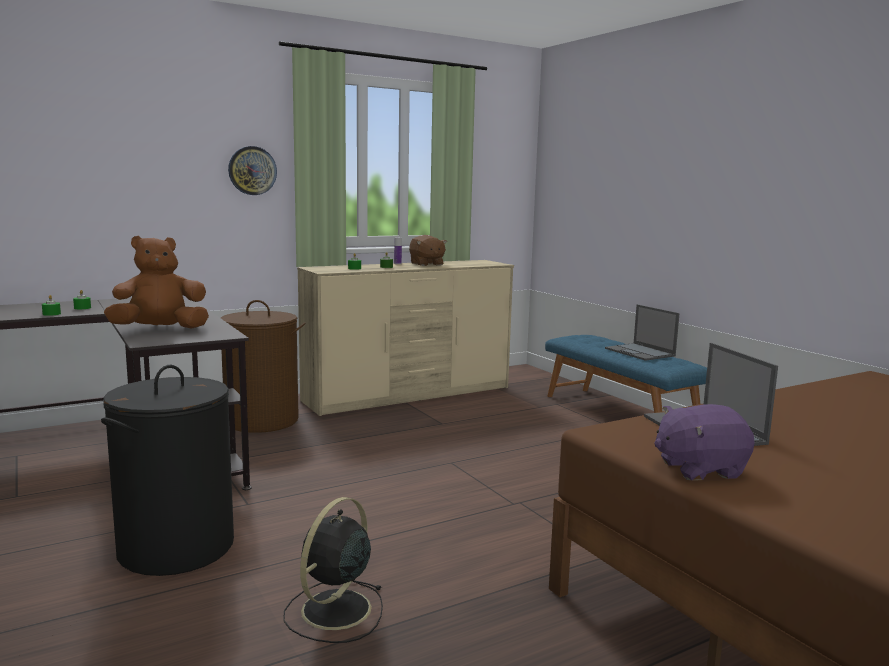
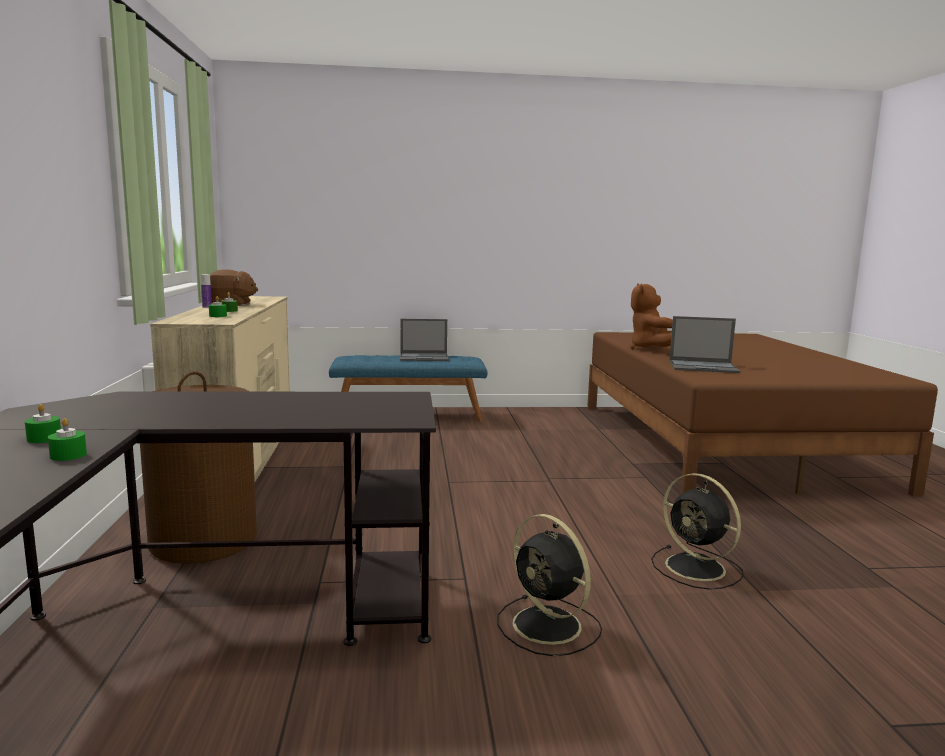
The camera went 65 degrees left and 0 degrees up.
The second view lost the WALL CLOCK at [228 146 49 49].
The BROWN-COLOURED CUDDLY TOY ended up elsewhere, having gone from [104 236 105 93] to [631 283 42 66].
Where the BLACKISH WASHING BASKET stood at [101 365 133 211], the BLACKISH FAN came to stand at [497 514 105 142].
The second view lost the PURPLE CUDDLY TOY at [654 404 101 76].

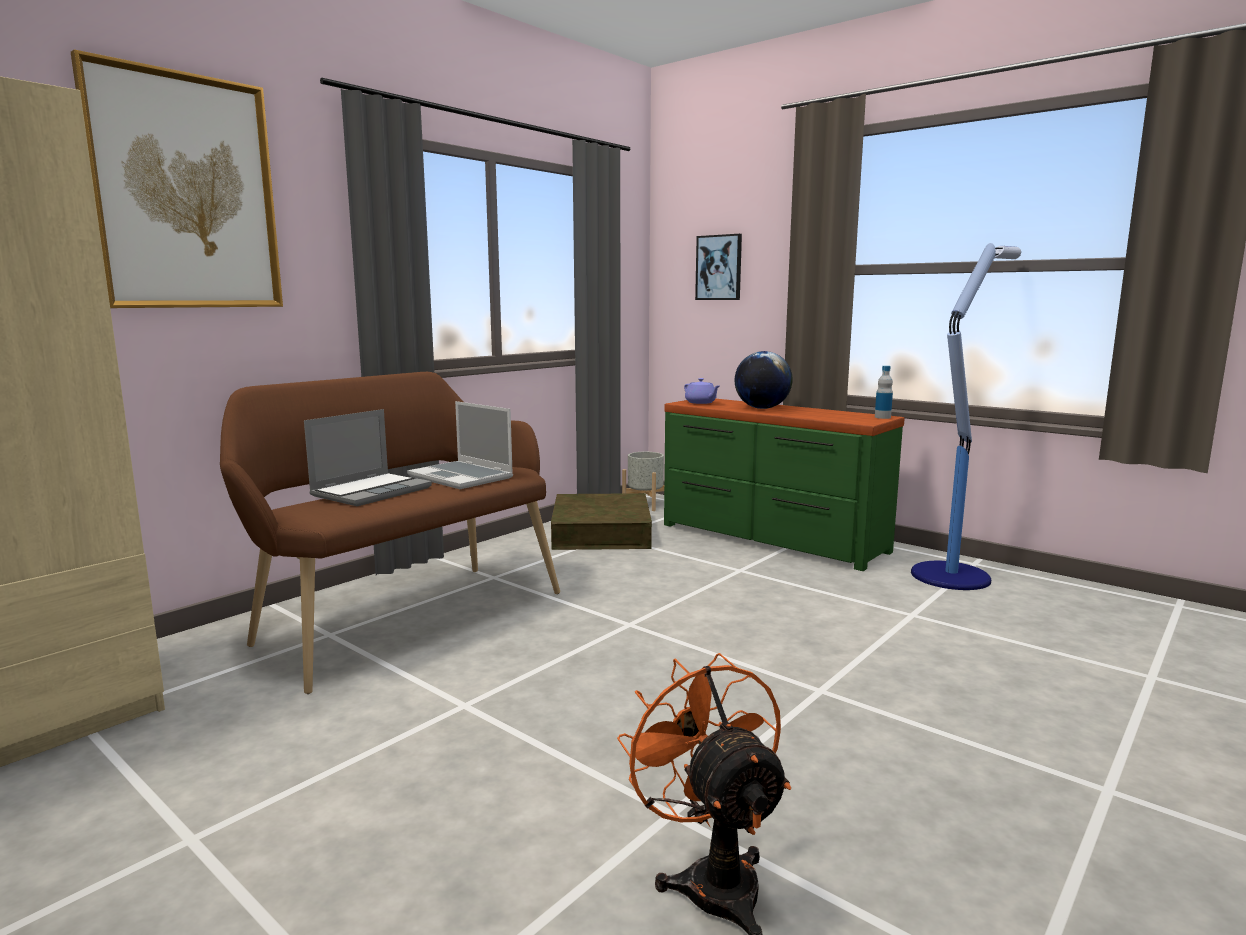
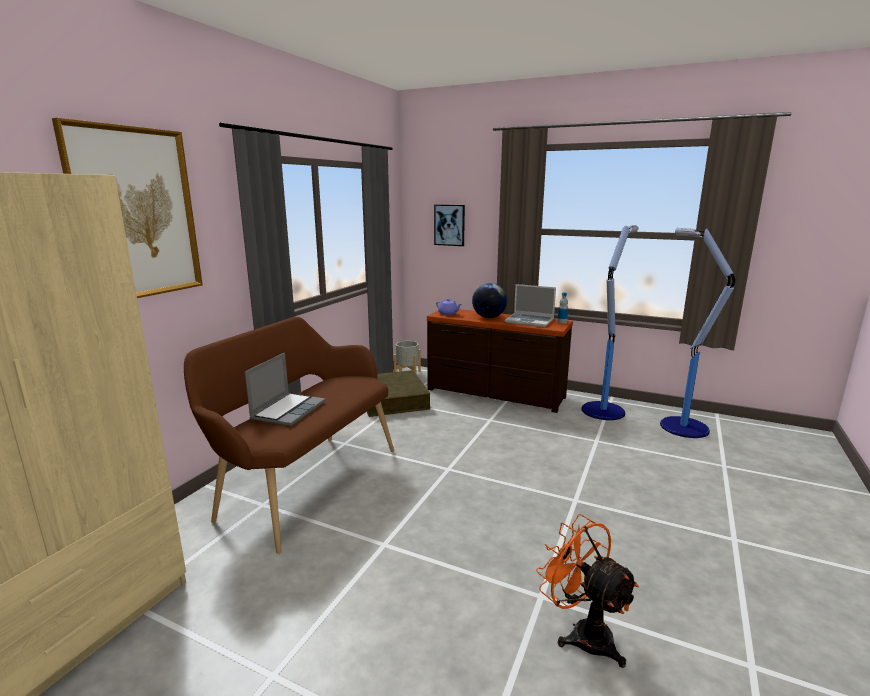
The camera went 15 degrees left and 5 degrees up.
What was the GREEN-COLOURED CHEST OF DRAWERS at [664 399 241 172] turned into the BROWN-COLOURED CHEST OF DRAWERS at [427 309 146 104].
The PORTABLE COMPUTER ended up elsewhere, having gone from [407 401 106 88] to [505 284 51 43].
The second view gained the STANDING LAMP at [660 228 75 210].

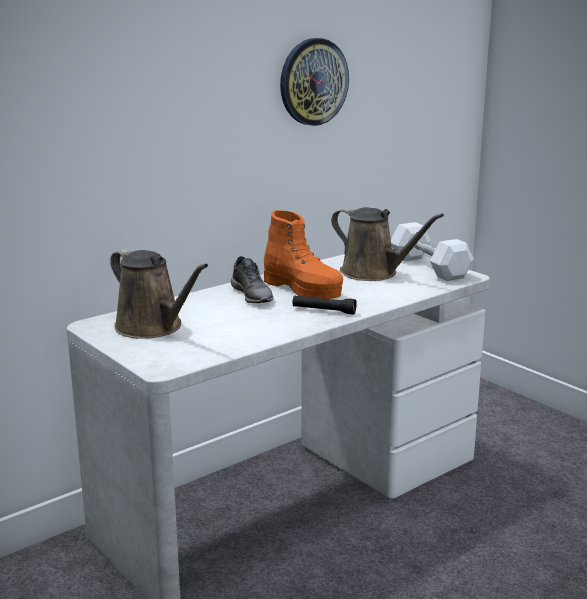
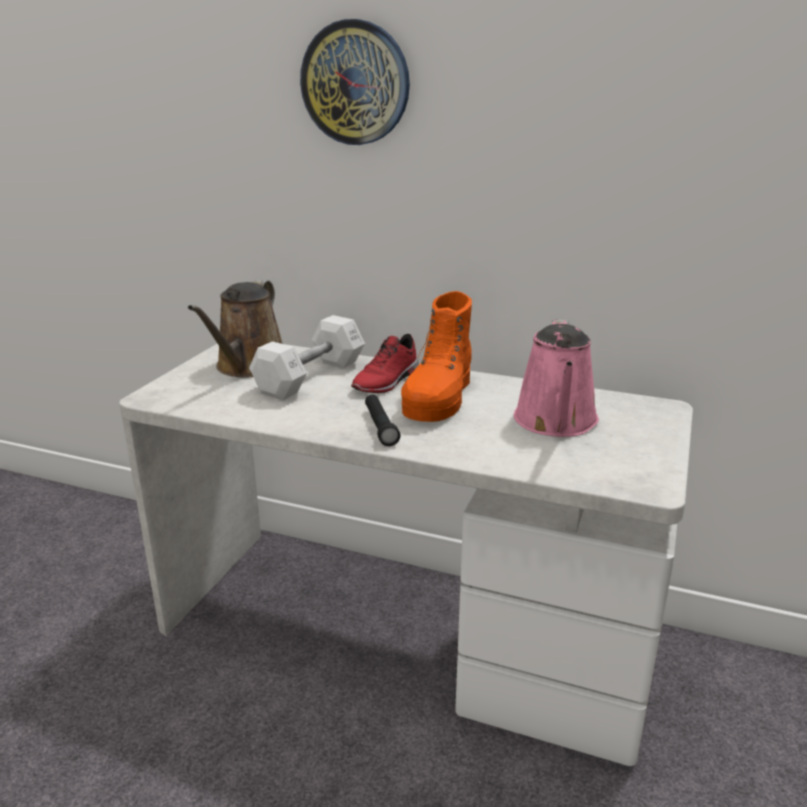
The camera went 60 degrees right and 5 degrees up.
The WALL CLOCK ended up elsewhere, having gone from [280 38 69 88] to [300 19 110 126].
What was the BROWN-COLOURED WATERING POT at [331 207 113 74] turned into the PINK-COLOURED WATERING POT at [514 319 85 118].
The WHITE DUMBBELL ended up elsewhere, having gone from [391 222 83 59] to [249 315 116 85].
What was the GRAY ITEM OF FOOTWEAR at [231 256 42 47] turned into the RED ITEM OF FOOTWEAR at [351 334 68 59].

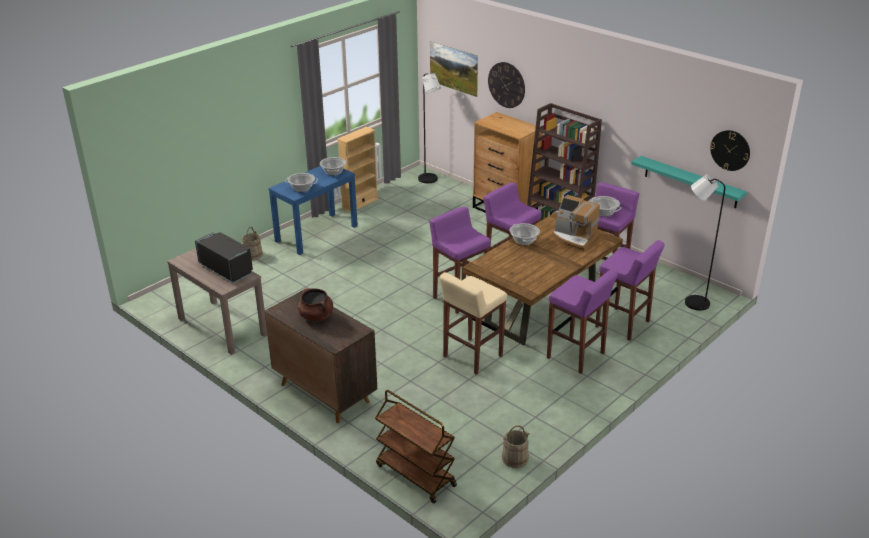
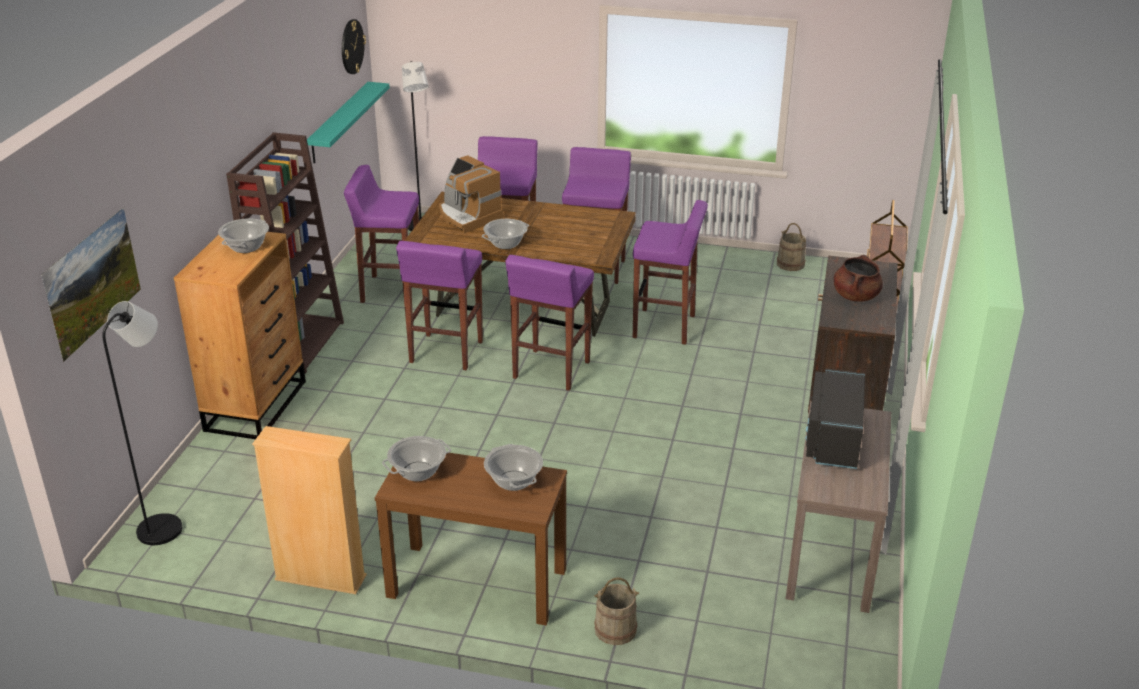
The camera went 120 degrees left and 0 degrees up.
The second view lost the WALL CLOCK at [488 62 37 46].
What was the BLUE NARROW TABLE at [268 166 90 89] turned into the BROWN-COLOURED NARROW TABLE at [375 453 192 173].
The COFFEE MAKER at [552 195 48 57] ended up facing another way, 135 degrees clockwise from before.
The STOCKPOT ended up elsewhere, having gone from [588 196 34 21] to [218 219 51 34].
What was the BEIGE STOOL SEAT at [439 272 68 102] turned into the PURPLE STOOL SEAT at [633 200 75 145].

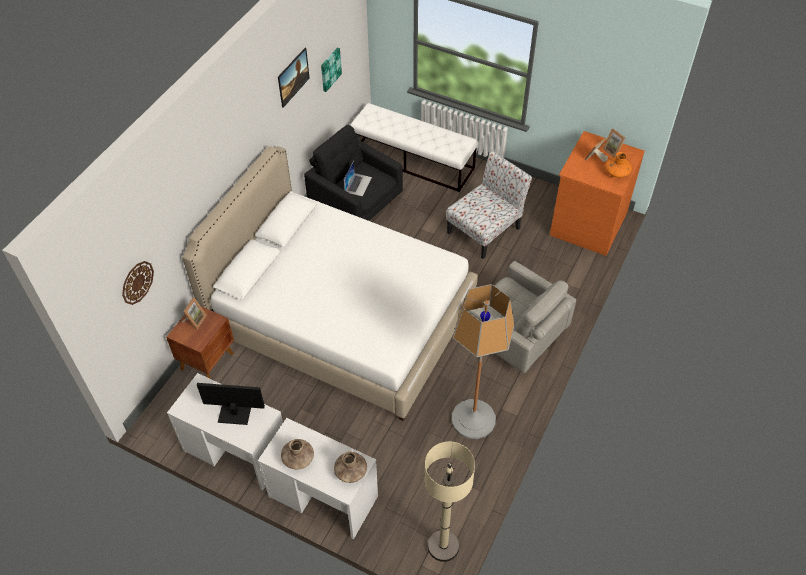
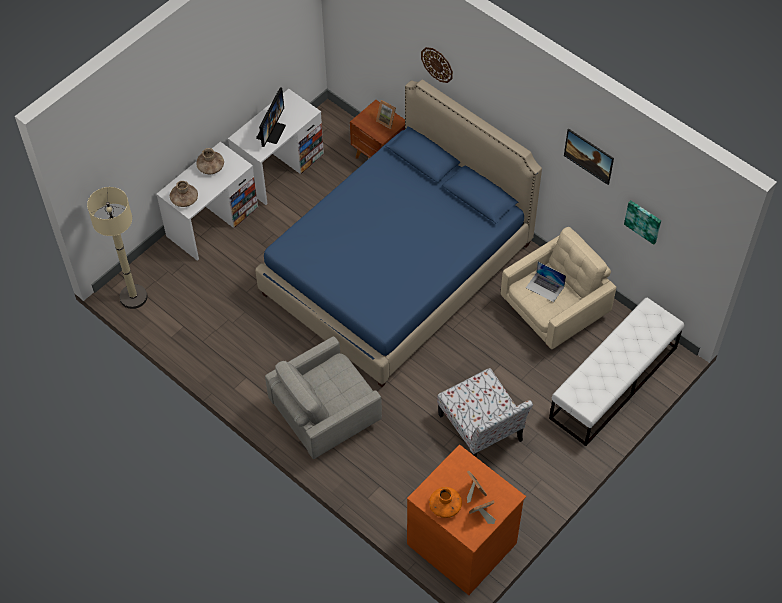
The camera went 105 degrees right and 5 degrees up.
What was the BLACKISH EASY CHAIR at [304 125 99 96] turned into the BEIGE EASY CHAIR at [501 227 115 122].
What was the WHITE BEDROOM BED at [182 146 296 275] turned into the BLUE BEDROOM BED at [255 79 287 308].
The WALL CLOCK ended up elsewhere, having gone from [122 261 32 44] to [421 47 32 36].
The second view lost the STANDING LAMP at [452 284 63 155].

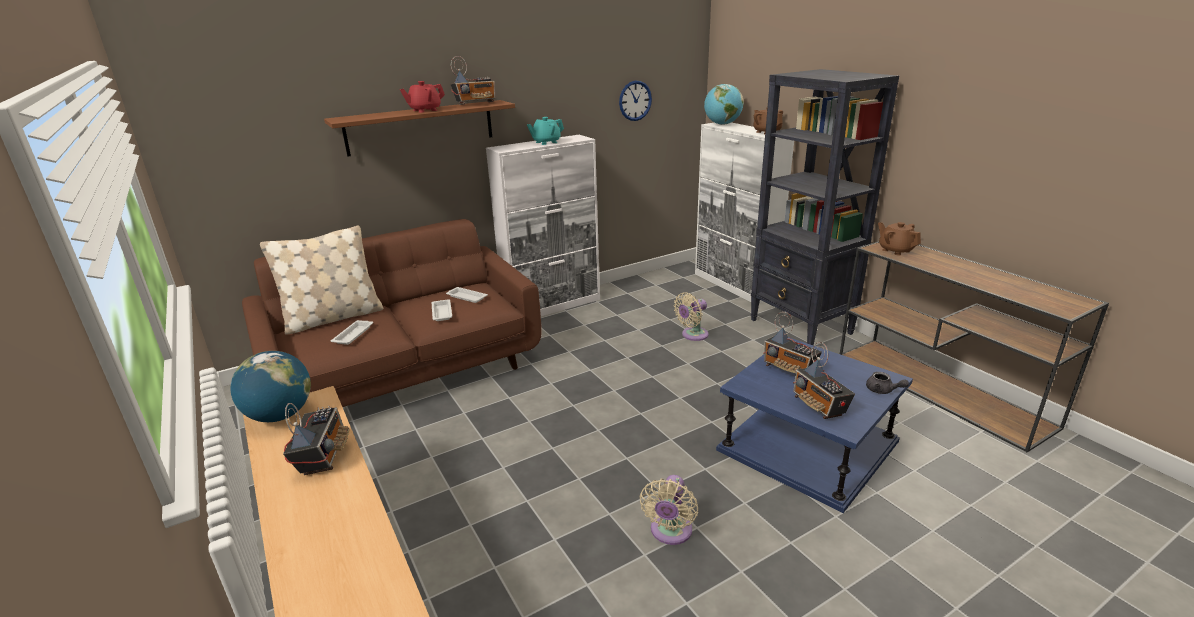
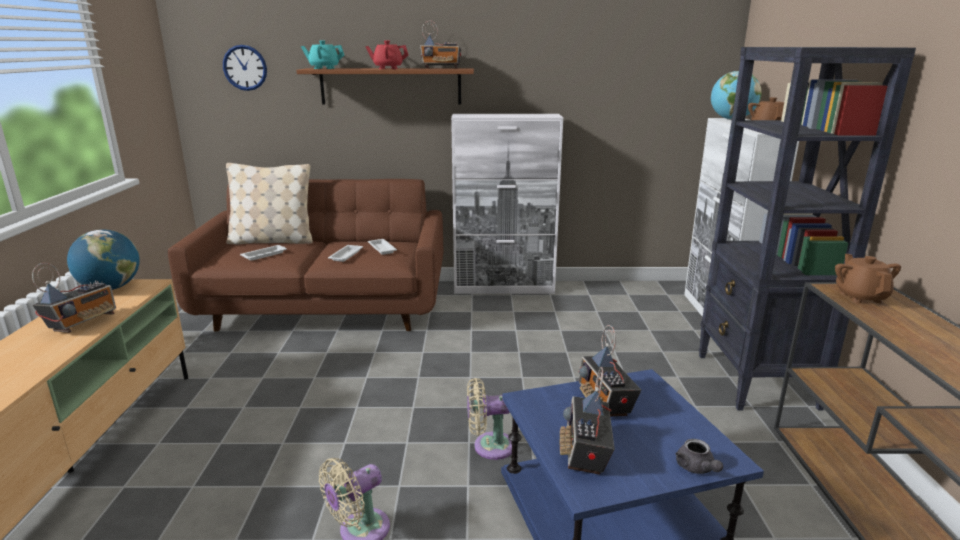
The camera went 30 degrees right and 5 degrees down.
The WALL CLOCK ended up elsewhere, having gone from [619 81 33 40] to [223 45 44 46].
The TURQUOISE POT FOR TEA ended up elsewhere, having gone from [527 117 37 28] to [301 41 43 28].
The BEIGE FAN ended up elsewhere, having gone from [674 292 35 49] to [467 378 45 82].

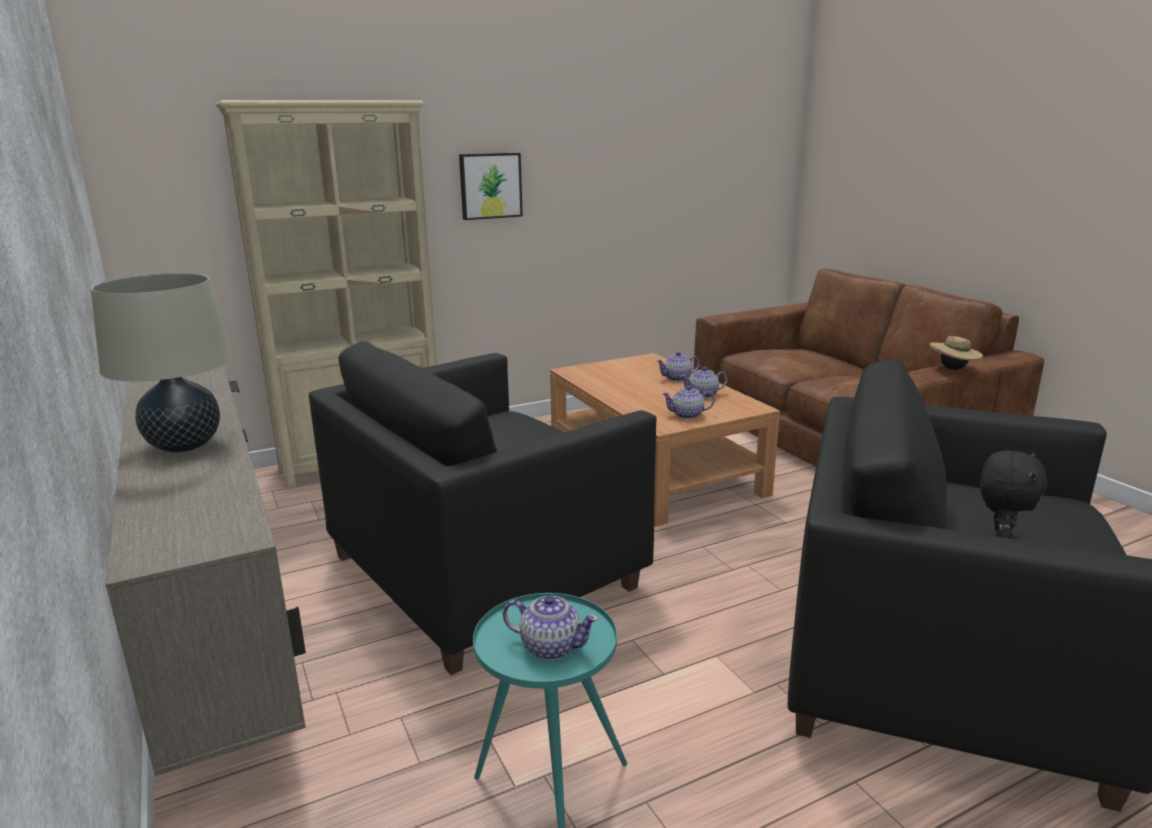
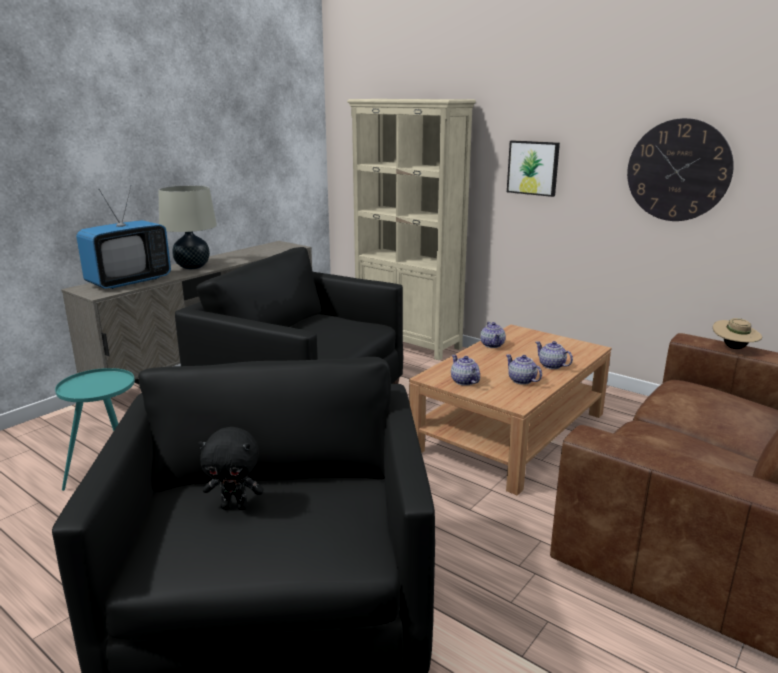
The camera went 65 degrees right and 0 degrees up.
The BEIGE WEARABLE HAT ended up elsewhere, having gone from [929 336 54 34] to [713 318 49 31].
The POT FOR TEA ended up elsewhere, having gone from [503 595 96 65] to [480 322 26 26].
The second view gained the WALL CLOCK at [627 118 107 103].
The second view gained the TV SET at [76 185 95 104].

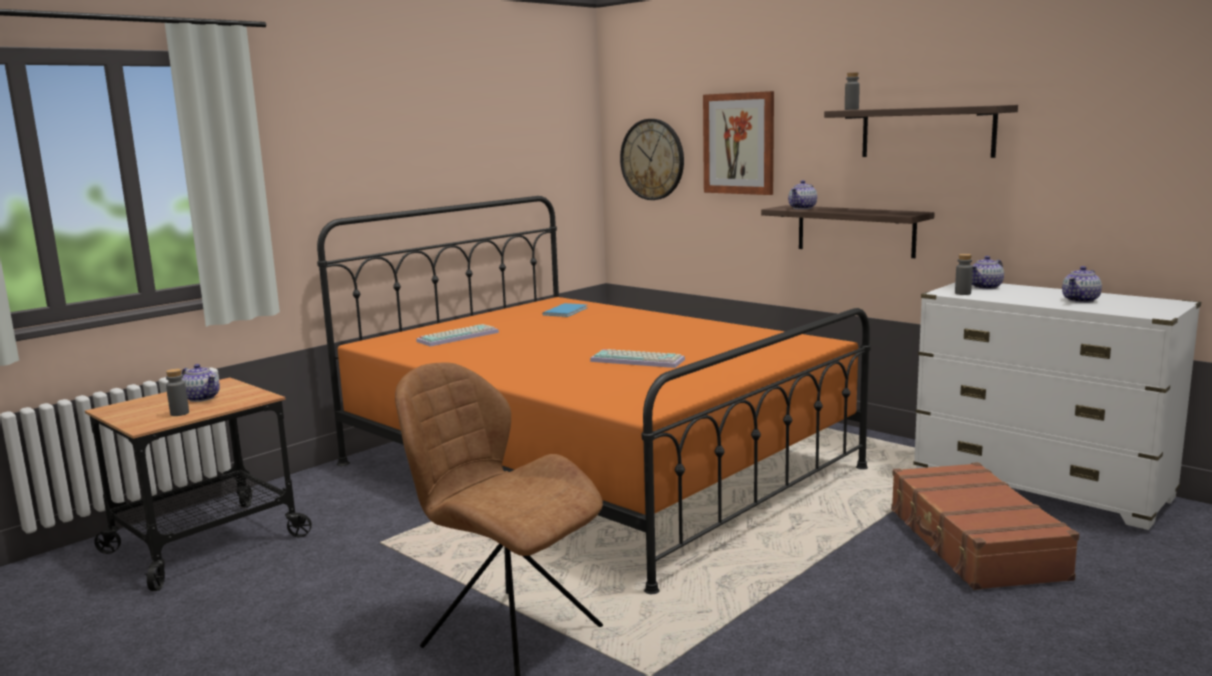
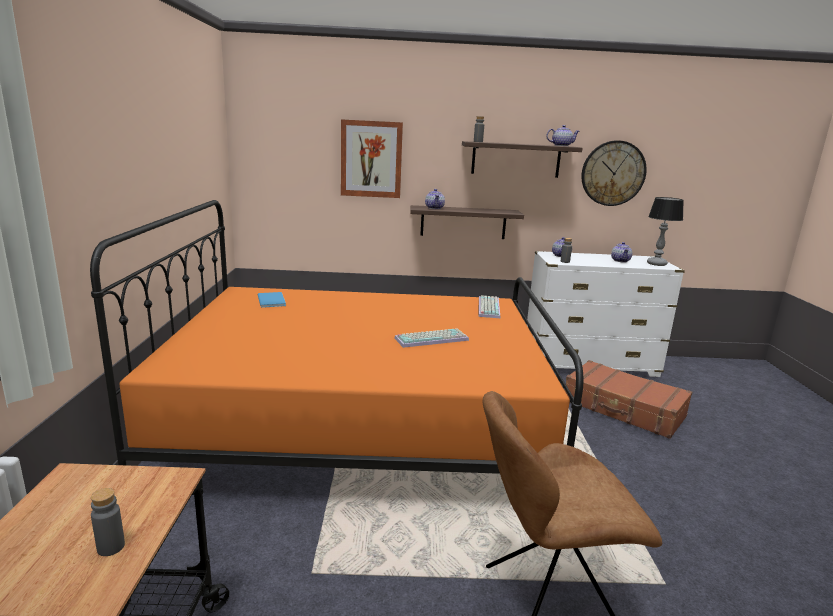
The camera went 45 degrees left and 5 degrees up.
The WALL CLOCK ended up elsewhere, having gone from [620 119 64 81] to [581 140 66 66].
The COMPUTER KEYBOARD ended up elsewhere, having gone from [416 324 83 23] to [478 295 23 24].
The POT FOR TEA ended up elsewhere, having gone from [181 364 39 38] to [546 125 34 21].
The second view gained the TABLETOP LAMP at [647 197 36 69].

